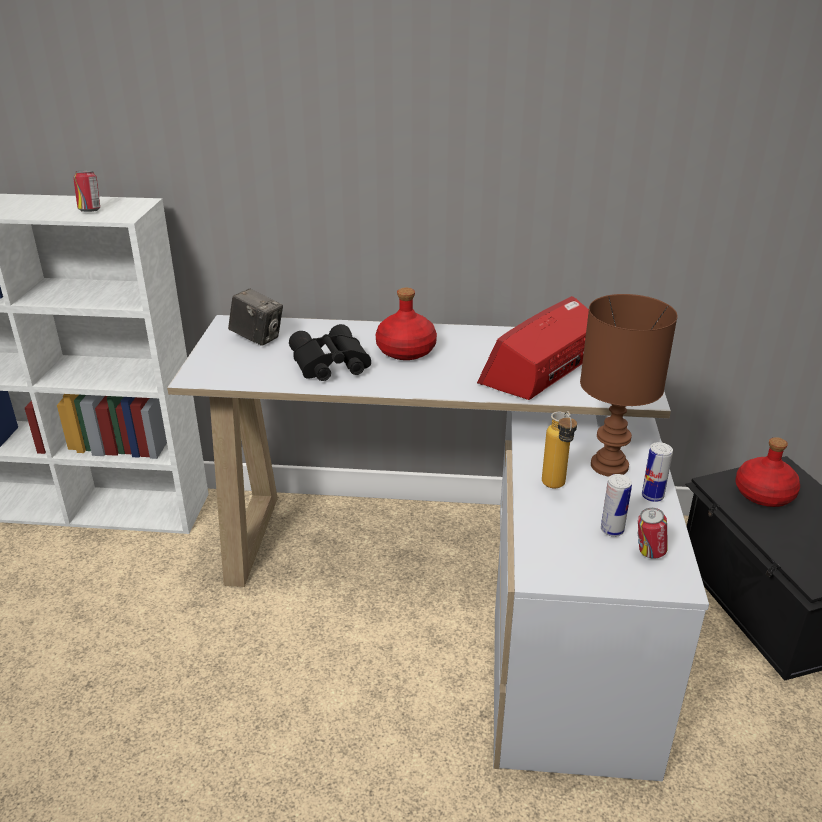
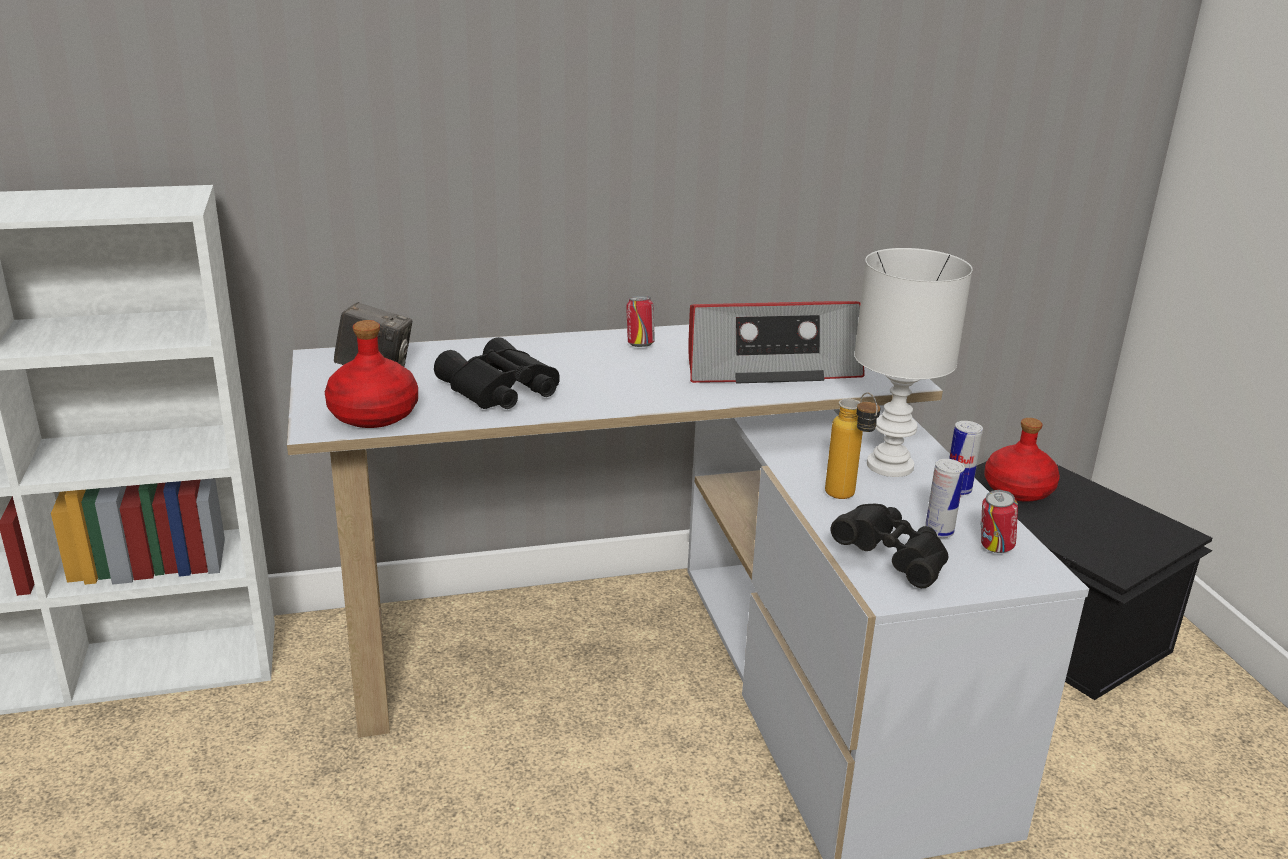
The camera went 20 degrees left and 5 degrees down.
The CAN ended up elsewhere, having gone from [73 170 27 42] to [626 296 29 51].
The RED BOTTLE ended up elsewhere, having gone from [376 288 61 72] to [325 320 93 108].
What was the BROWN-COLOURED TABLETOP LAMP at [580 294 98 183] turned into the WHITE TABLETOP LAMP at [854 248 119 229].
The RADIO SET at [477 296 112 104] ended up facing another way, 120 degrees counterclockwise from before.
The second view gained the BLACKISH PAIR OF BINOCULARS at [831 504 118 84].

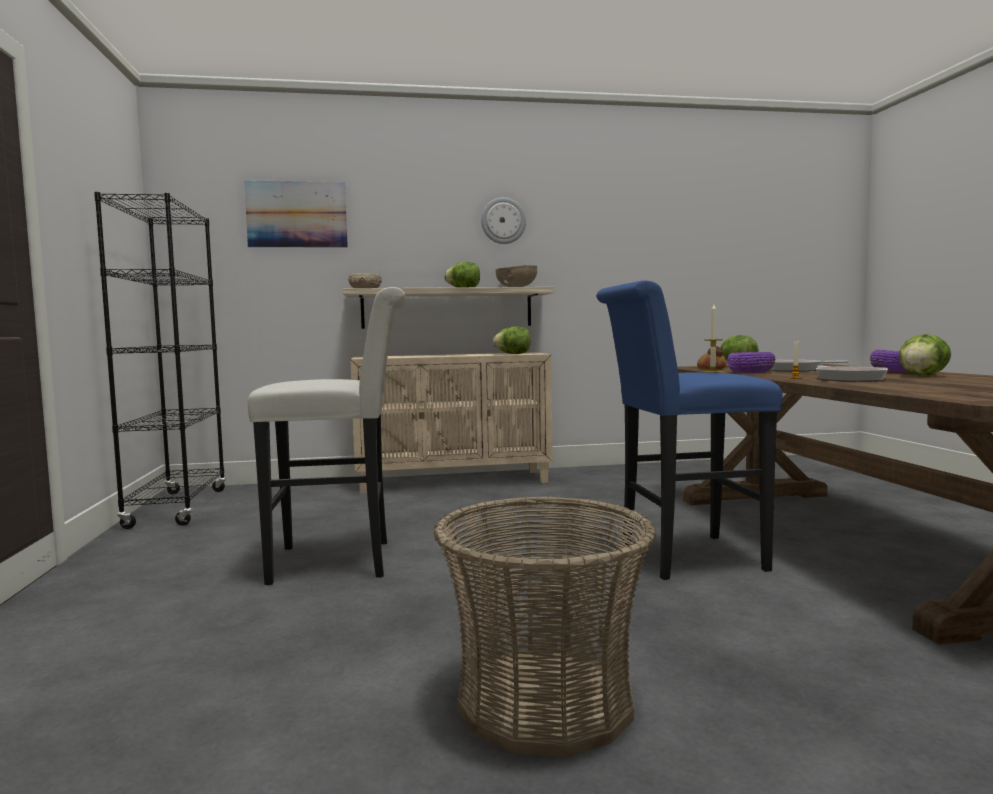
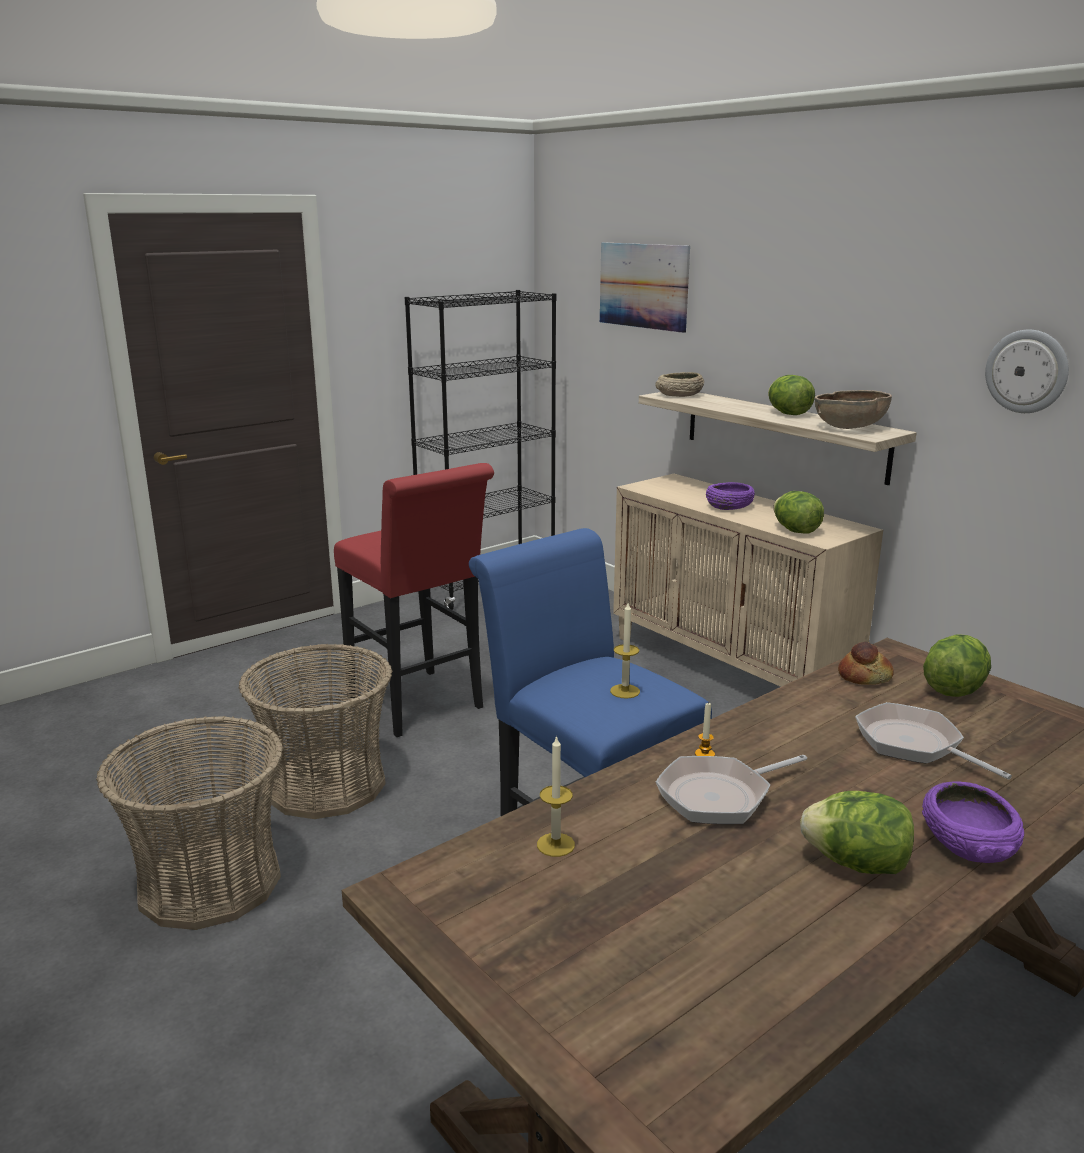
The camera went 60 degrees right and 15 degrees up.
The WALL CLOCK ended up elsewhere, having gone from [481 197 45 47] to [985 330 84 83].
What was the WHITE STOOL SEAT at [248 287 158 298] turned into the RED STOOL SEAT at [334 463 160 274].
The PURPLE BOWL ended up elsewhere, having gone from [727 352 48 21] to [706 482 49 28].
The second view gained the HOUSEHOLD BASKET at [239 644 153 175].
The second view gained the WAX CANDLE at [537 735 38 122].

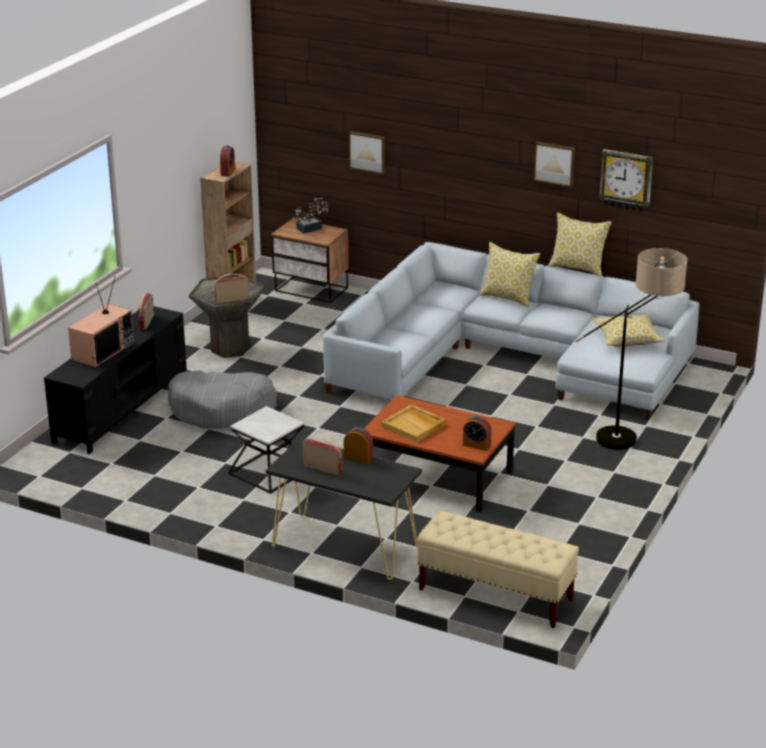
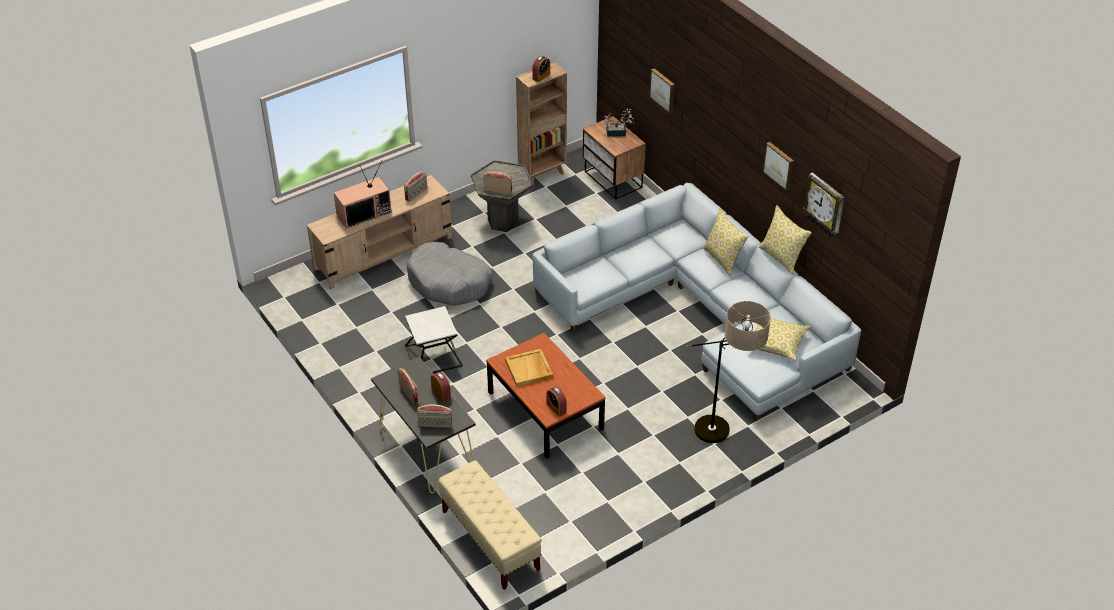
The camera went 30 degrees right and 15 degrees up.
What was the BLACKISH TV UNIT at [44 306 143 148] turned into the BEIGE TV UNIT at [307 175 145 115].
The second view gained the RADIO SET at [417 404 35 24].

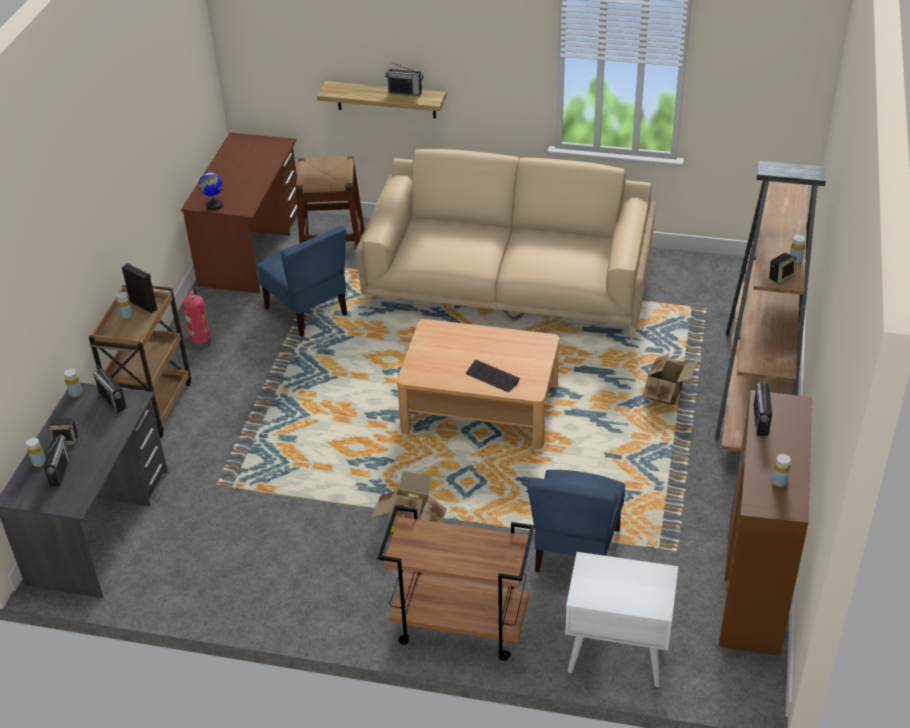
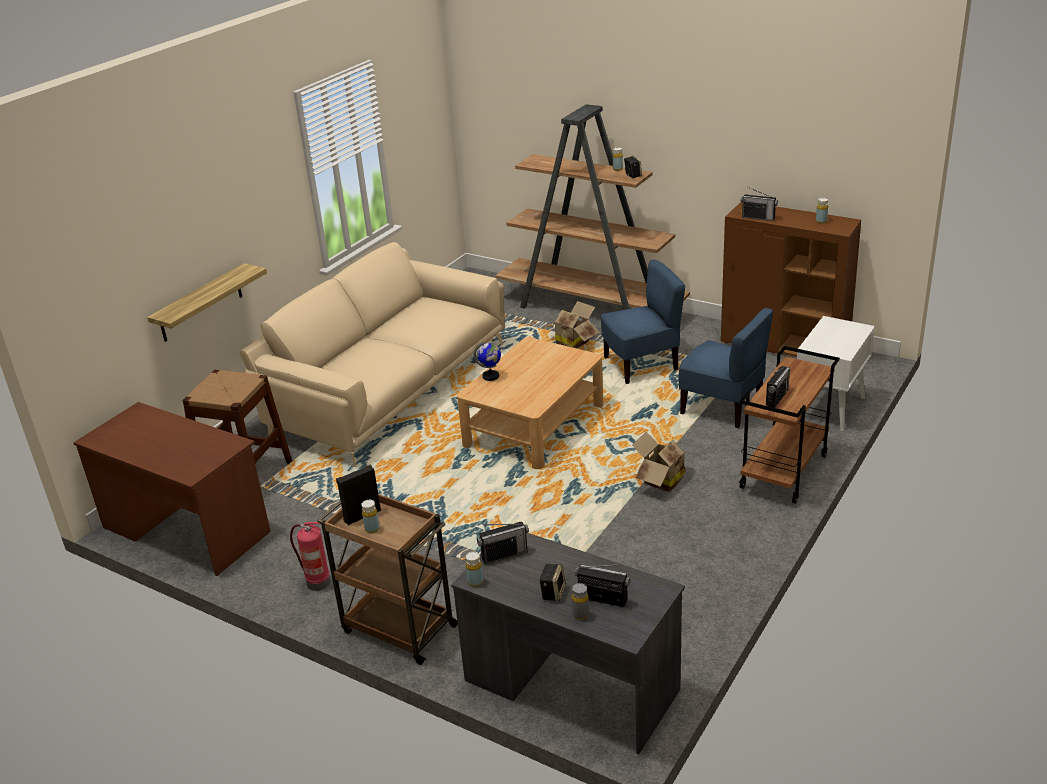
The camera went 70 degrees left and 10 degrees down.
The RADIO SET ended up elsewhere, having gone from [385 62 38 34] to [766 366 24 42].
The DESK GLOBE ended up elsewhere, having gone from [198 169 25 41] to [473 342 28 39].
The BLUE CHAIR ended up elsewhere, having gone from [257 225 90 112] to [601 260 84 124].
The second view lost the COMPUTER KEYBOARD at [466 360 54 32].
What was the YELLOWISH BOTTLE at [26 437 20 30] turned into the GRAY BOTTLE at [572 583 17 37].

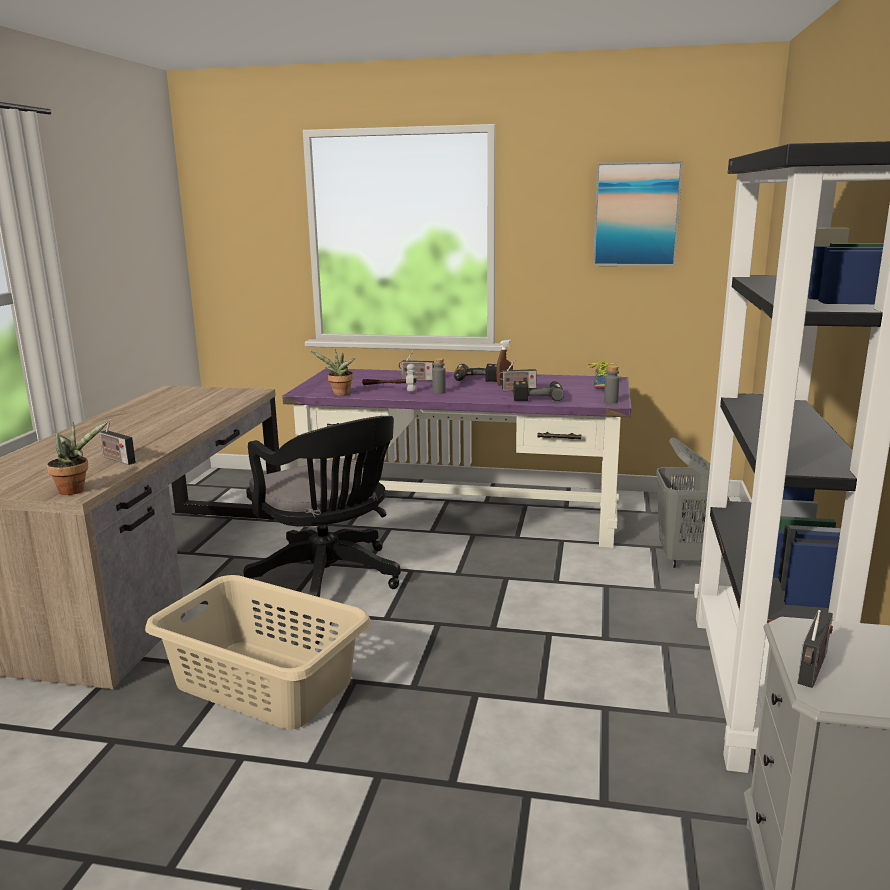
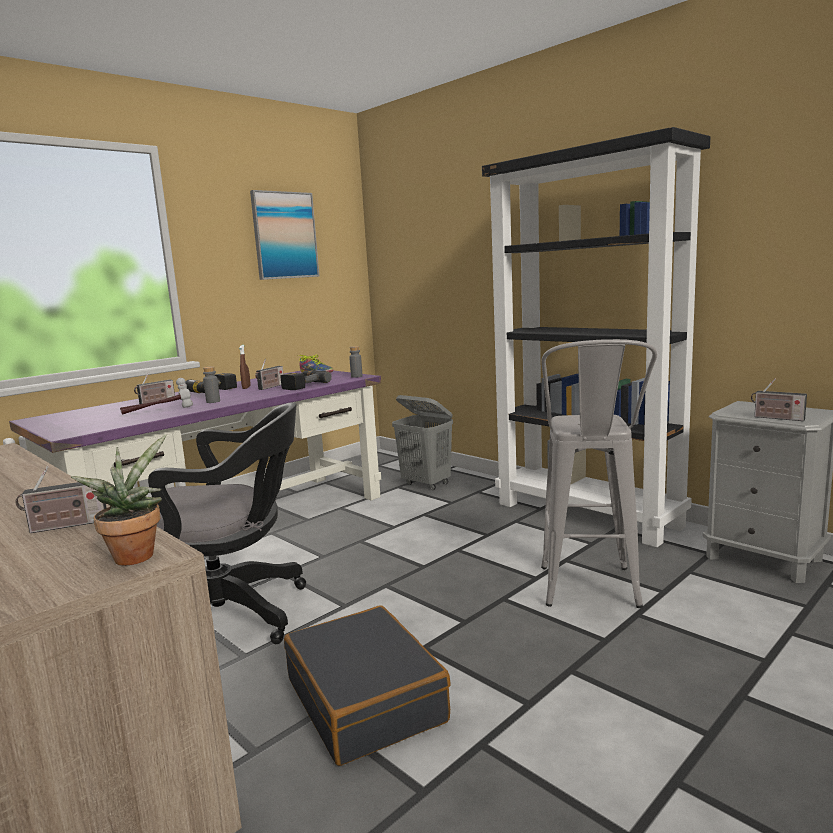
The camera went 55 degrees left and 5 degrees down.
The second view lost the PLANT IN A POT at [311 349 44 47].
Where the BEIGE WASHING BASKET stood at [145 575 226 155], the BLACKISH PIECE OF LUGGAGE came to stand at [284 606 167 160].
The RADIO SET at [797 610 36 78] ended up facing another way, 150 degrees clockwise from before.
The second view gained the GRAY STOOL SEAT at [541 339 116 269].

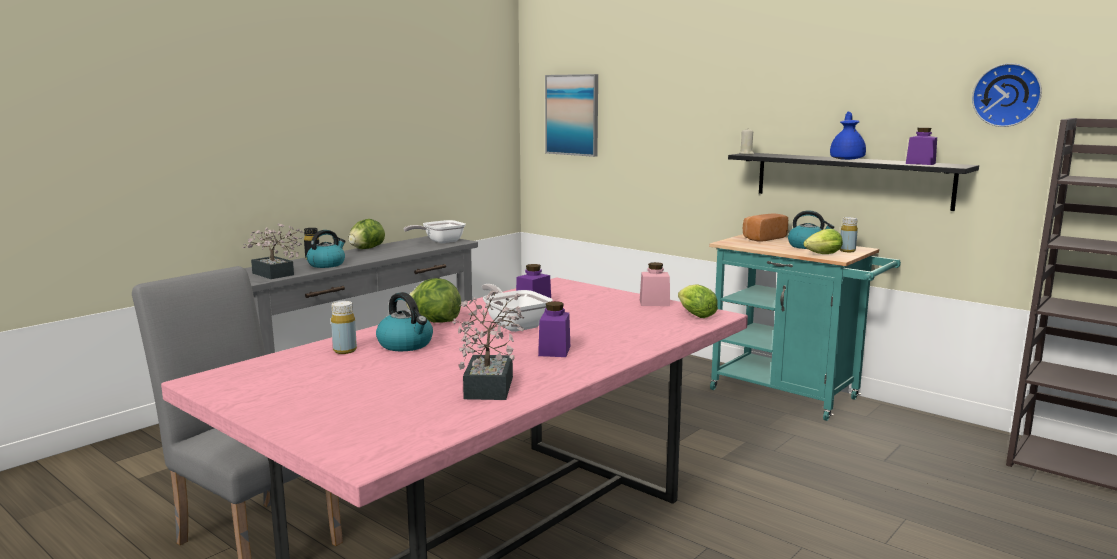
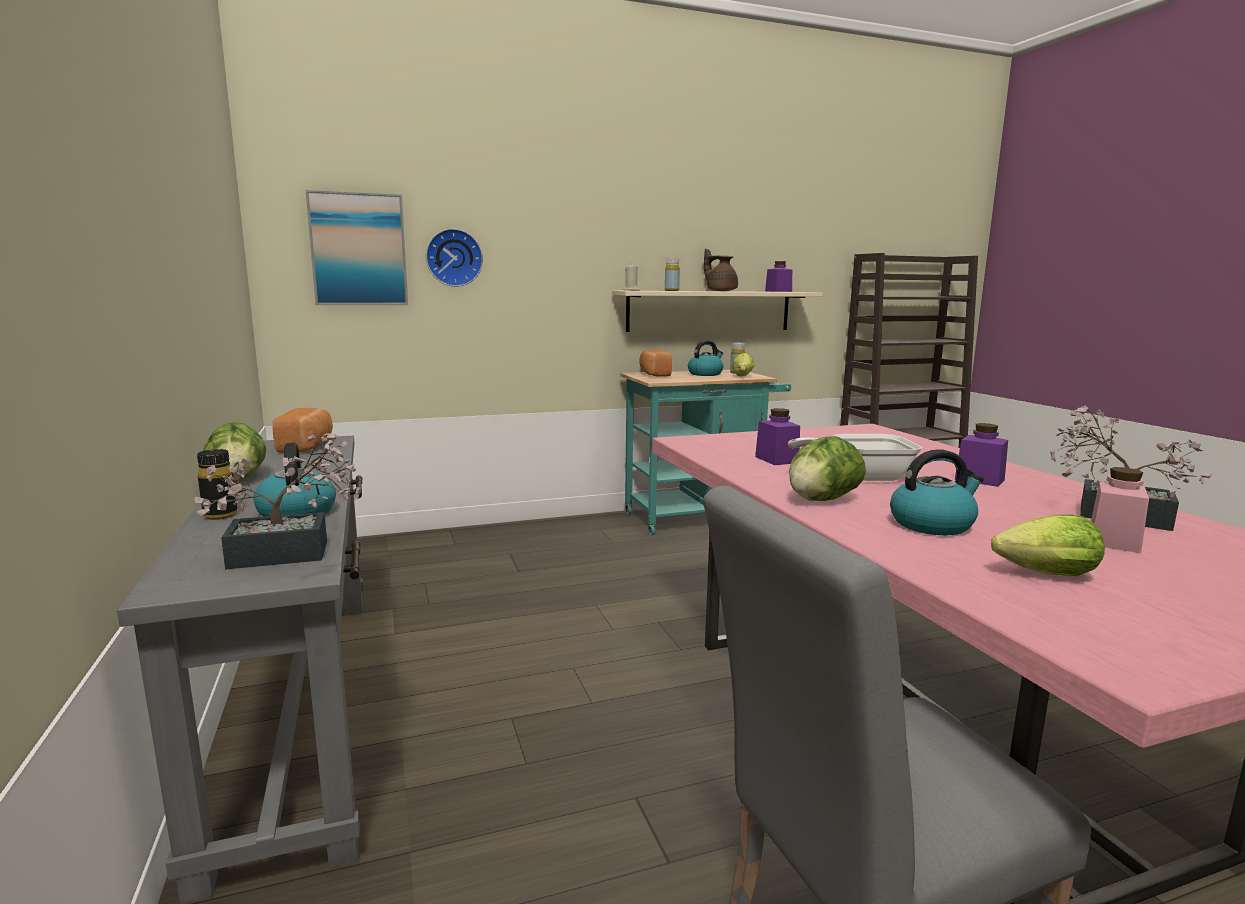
The camera went 60 degrees left and 0 degrees up.
The WALL CLOCK ended up elsewhere, having gone from [972 63 70 64] to [426 229 57 58].
What was the BLUE POT FOR TEA at [830 112 36 48] turned into the BROWN-COLOURED POT FOR TEA at [704 248 34 43].
What was the BLACKISH WALL SHELF at [728 153 251 58] turned into the BEIGE WALL SHELF at [612 291 211 41].
Where the PAN stood at [404 220 62 23], the BAKED BREAD came to stand at [272 408 61 45].
The PINK-COLOURED PRESERVE JAR ended up elsewhere, having gone from [640 262 30 44] to [1091 467 58 86].
The HEAD OF LETTUCE ended up elsewhere, having gone from [678 284 40 34] to [991 515 114 61].
The YELLOWISH BOTTLE ended up elsewhere, having gone from [331 301 26 53] to [665 258 15 33].

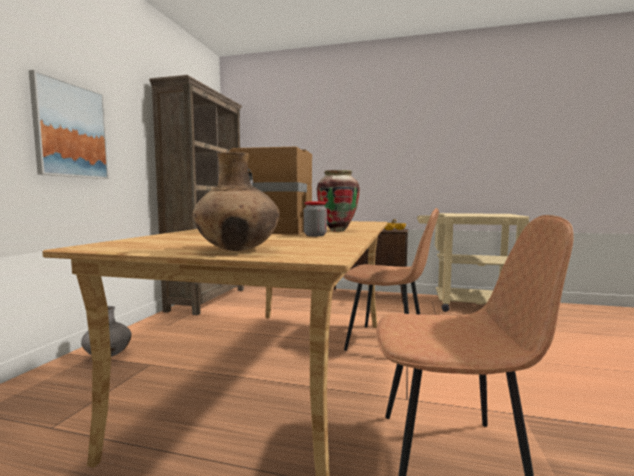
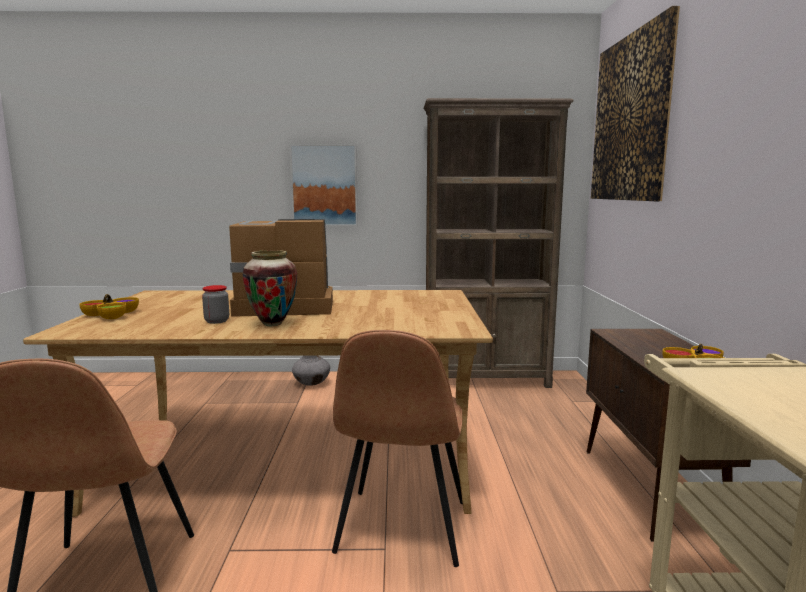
The camera went 75 degrees right and 5 degrees up.
Where the BROWN-COLOURED DECORATIVE VASE stood at [192 152 88 99], the BOWL came to stand at [79 294 60 25].
The second view gained the WALL ART at [591 6 89 195].

